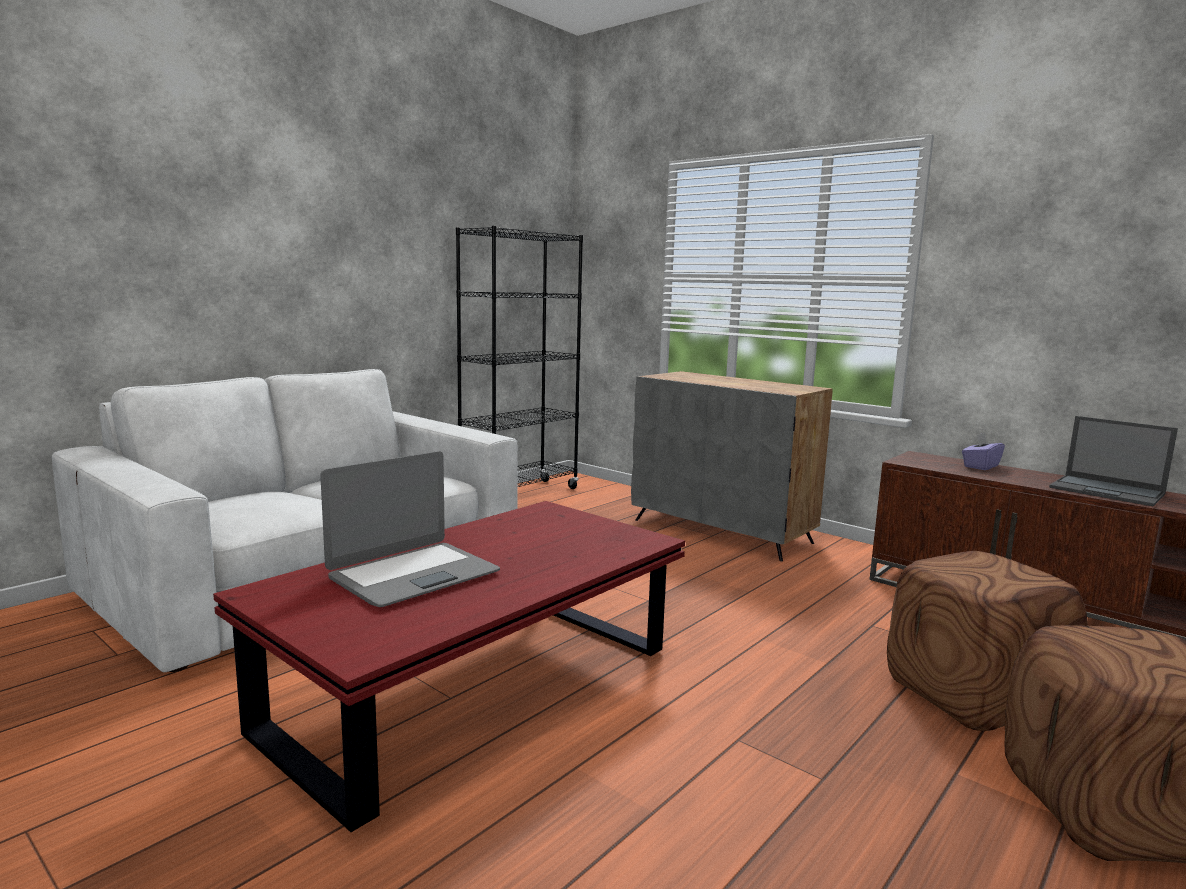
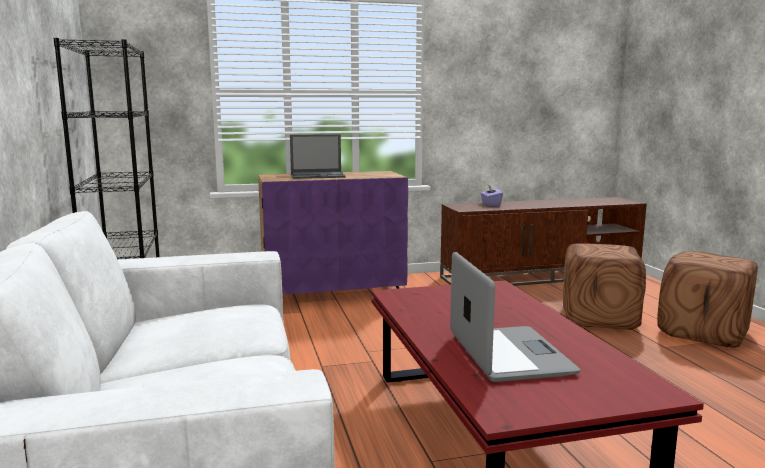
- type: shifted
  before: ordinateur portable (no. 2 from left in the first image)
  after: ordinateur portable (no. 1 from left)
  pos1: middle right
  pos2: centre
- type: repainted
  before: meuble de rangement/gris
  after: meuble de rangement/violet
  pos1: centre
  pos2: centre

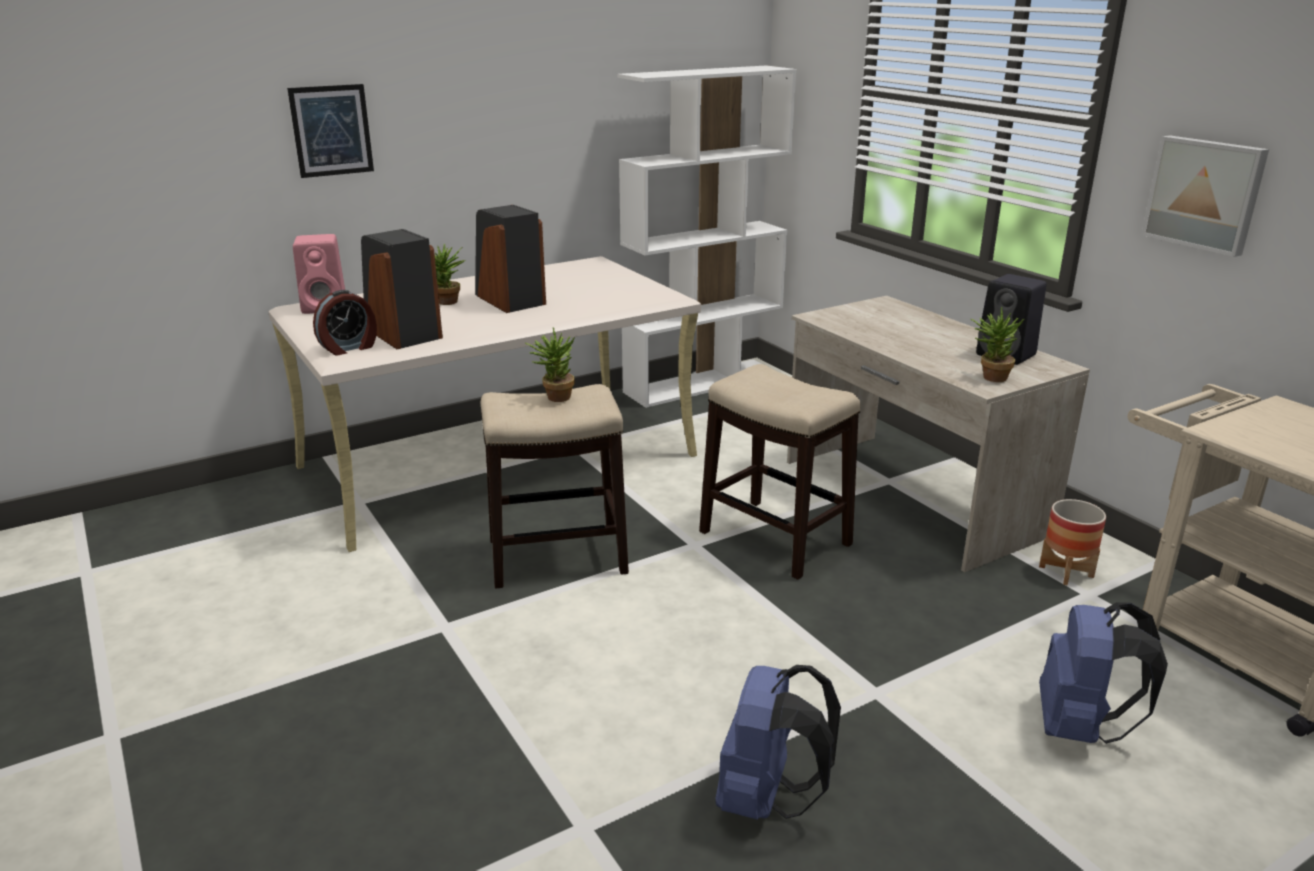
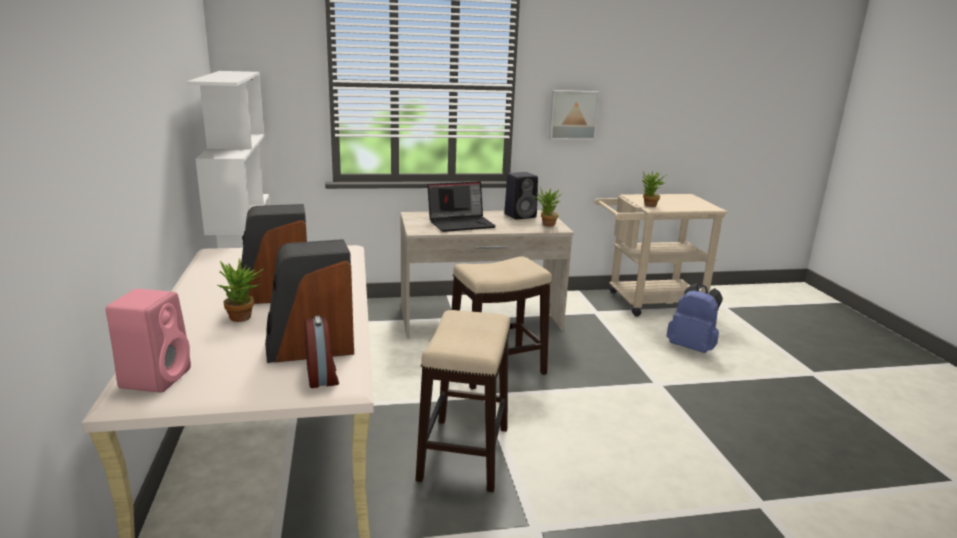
- type: gone
  before: tableau (no. 1 from left)
  pos1: top left
- type: gone
  before: sac à dos/bleu (no. 1 from left)
  pos1: bottom centre
- type: gone
  before: cache-pot
  pos1: middle right
- type: new
  after: ordinateur portable
  pos2: centre
- type: shifted
  before: plante en pot (no. 2 from left in the first image)
  after: plante en pot (no. 3 from left)
  pos1: centre
  pos2: middle right

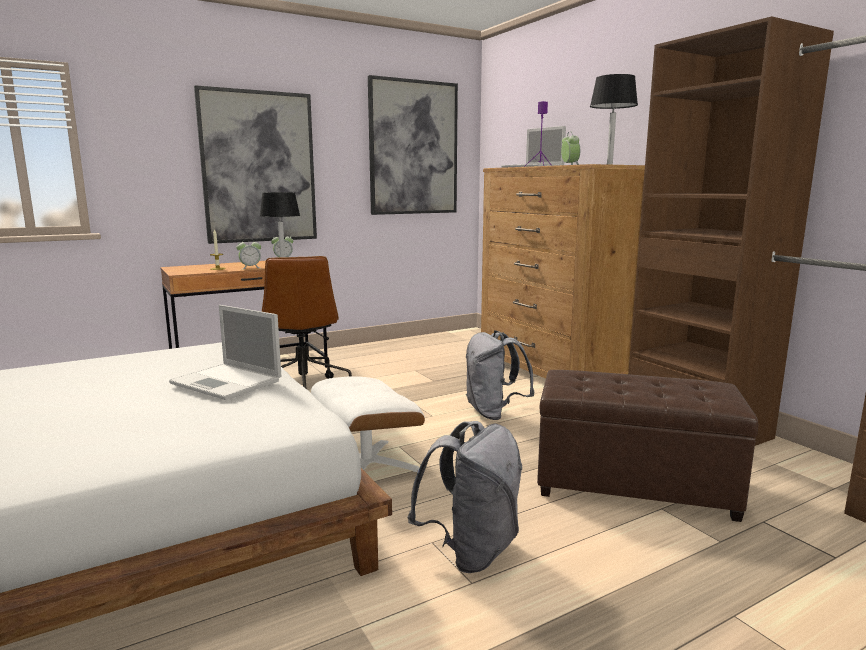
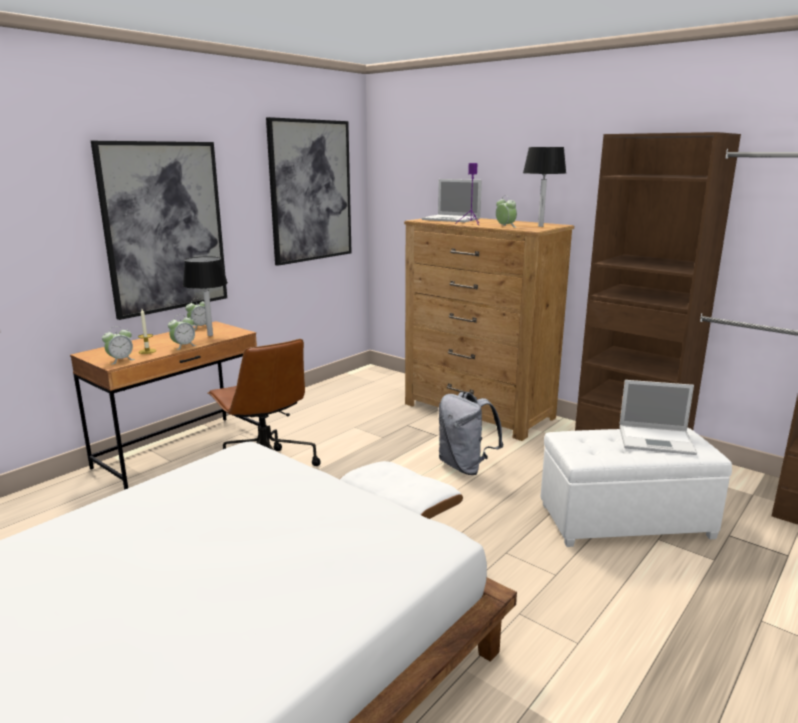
- type: gone
  before: sac à dos/gris (no. 1 from left)
  pos1: bottom centre
- type: new
  after: réveil (no. 1 from left)
  pos2: middle left
- type: shifted
  before: ordinateur portable (no. 1 from left in the first image)
  after: ordinateur portable (no. 2 from left)
  pos1: middle left
  pos2: middle right
- type: repainted
  before: pouf/marron
  after: pouf/blanc (no. 2 from left)
  pos1: bottom right
  pos2: bottom right

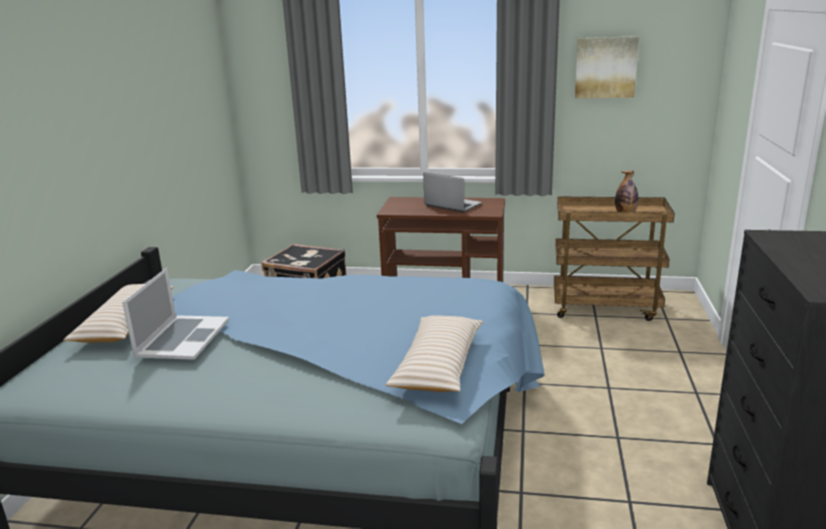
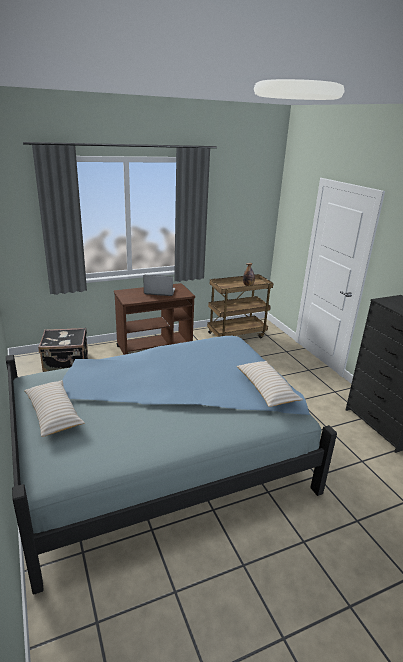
- type: gone
  before: ordinateur portable (no. 1 from left)
  pos1: middle left
- type: gone
  before: tableau
  pos1: top right

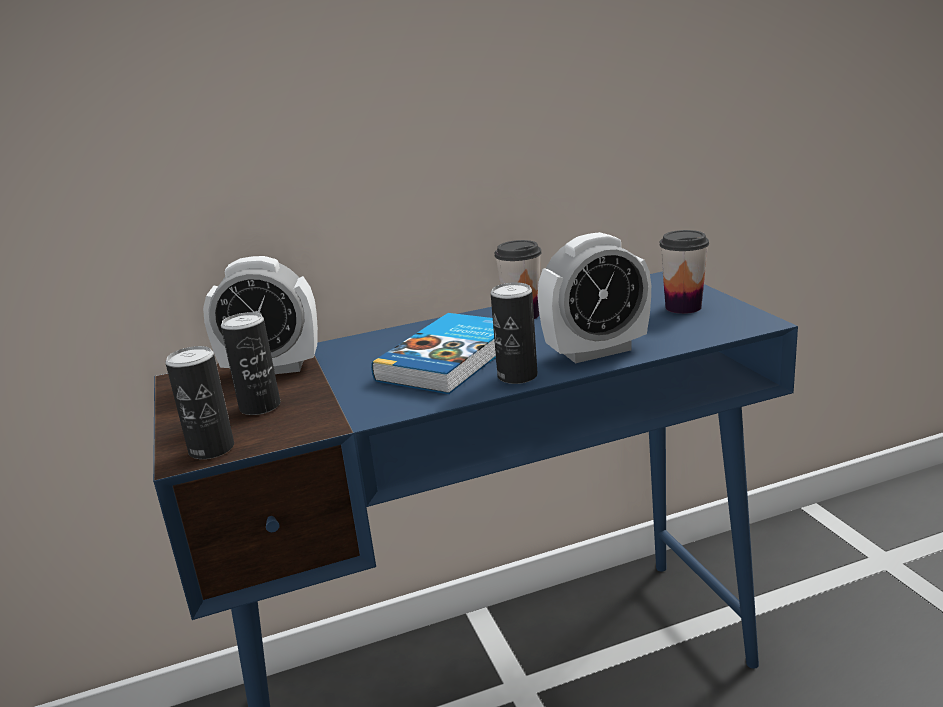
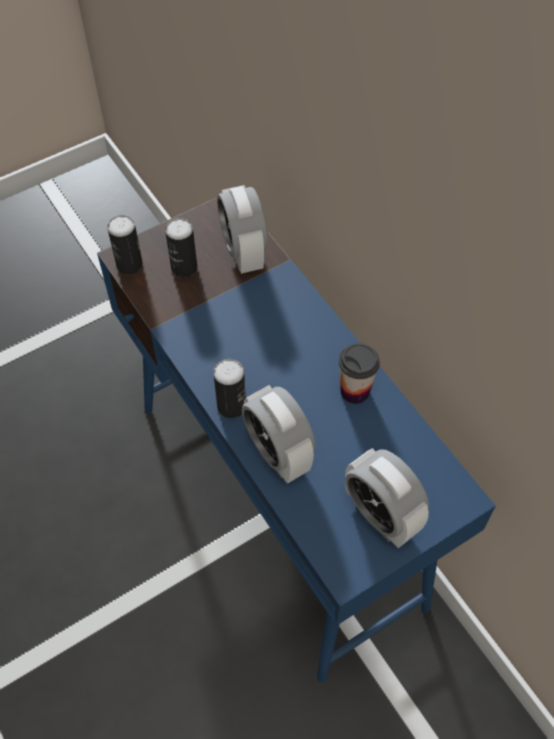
- type: gone
  before: livre
  pos1: centre
- type: swapped
  before: tasse (no. 2 from left)
  after: réveil (no. 3 from left)
  pos1: middle right
  pos2: bottom right

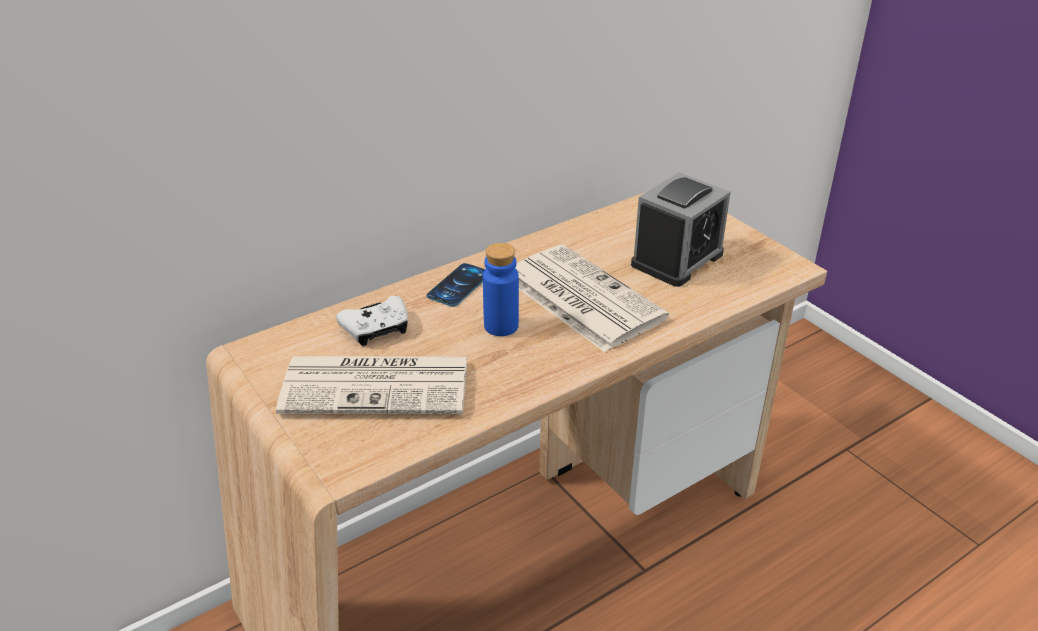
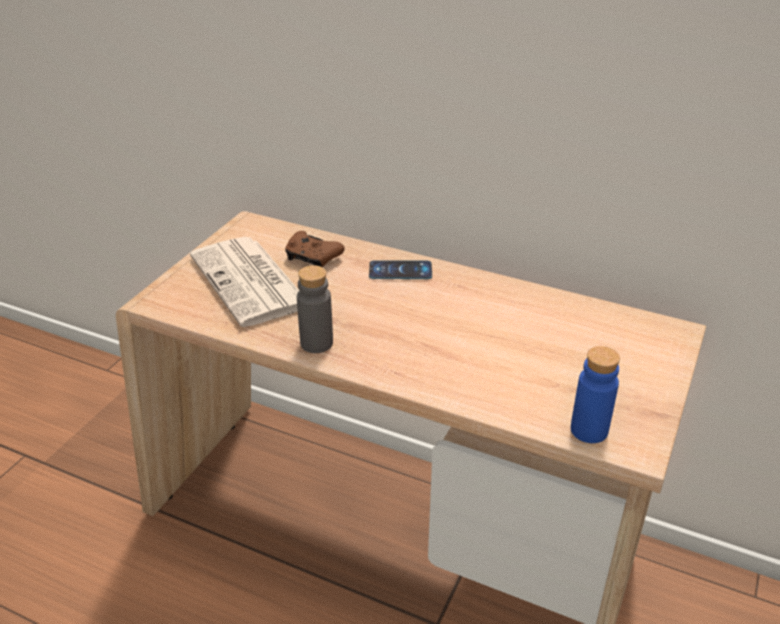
- type: gone
  before: journal (no. 2 from left)
  pos1: centre
- type: gone
  before: réveil
  pos1: centre
- type: new
  after: bouteille/gris
  pos2: centre
- type: shifted
  before: bouteille/bleu
  pos1: centre
  pos2: middle right
- type: repainted
  before: manette/blanc
  after: manette/marron
  pos1: centre
  pos2: centre

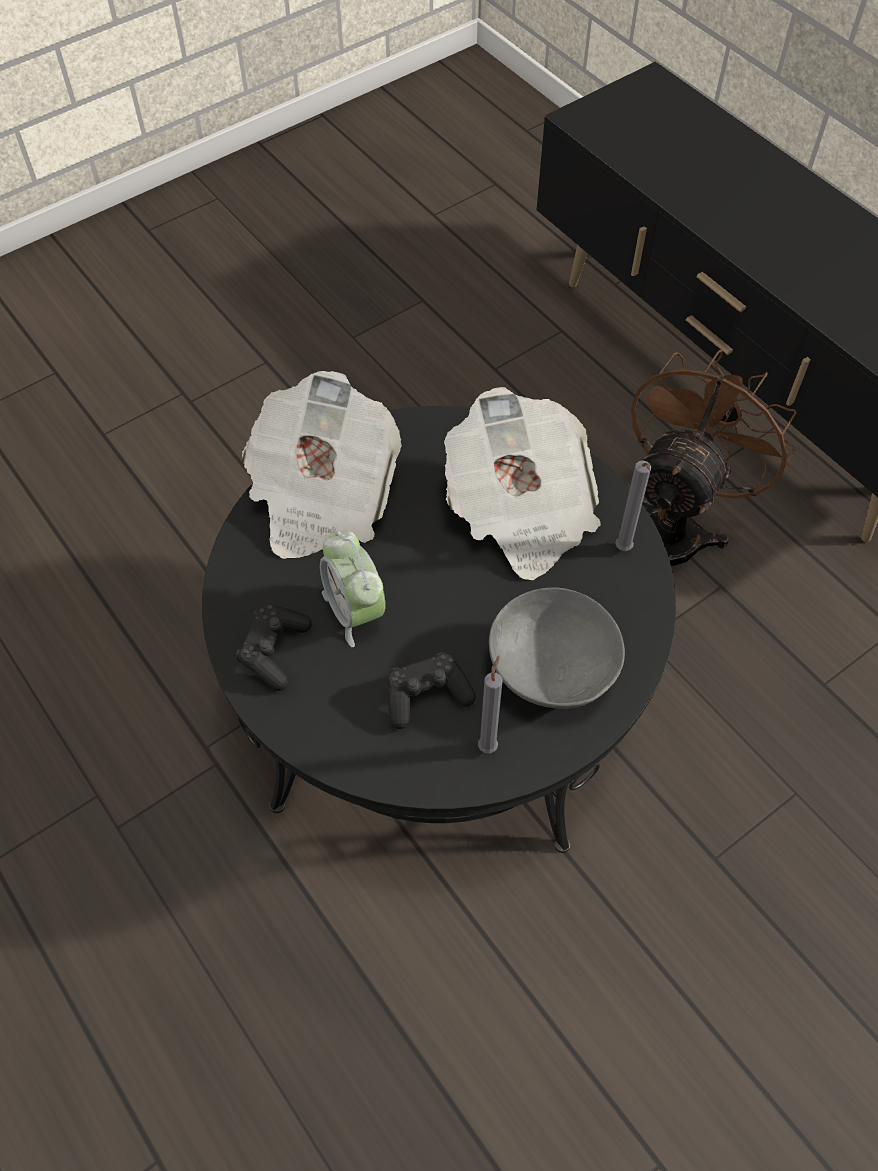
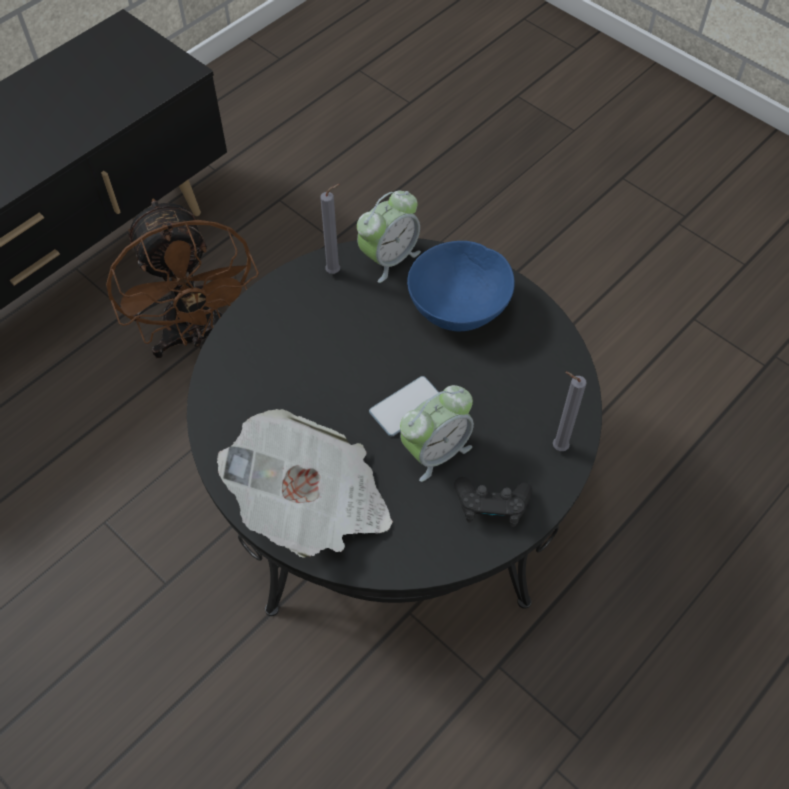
- type: gone
  before: manette/noir (no. 2 from left)
  pos1: centre
- type: gone
  before: journal (no. 2 from left)
  pos1: centre
- type: new
  after: réveil (no. 1 from left)
  pos2: top centre
- type: new
  after: téléphone
  pos2: centre
- type: shifted
  before: bougie/gris (no. 1 from left in the first image)
  after: bougie/gris (no. 2 from left)
  pos1: centre
  pos2: middle right
- type: repainted
  before: bol/gris
  after: bol/bleu
  pos1: centre
  pos2: centre
- type: rotated
  before: ventilateur/marron
  pos1: middle right
  pos2: middle left
  turn: -135

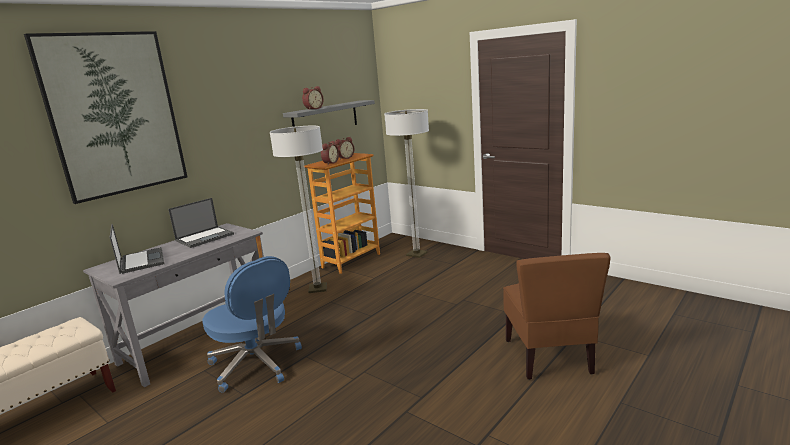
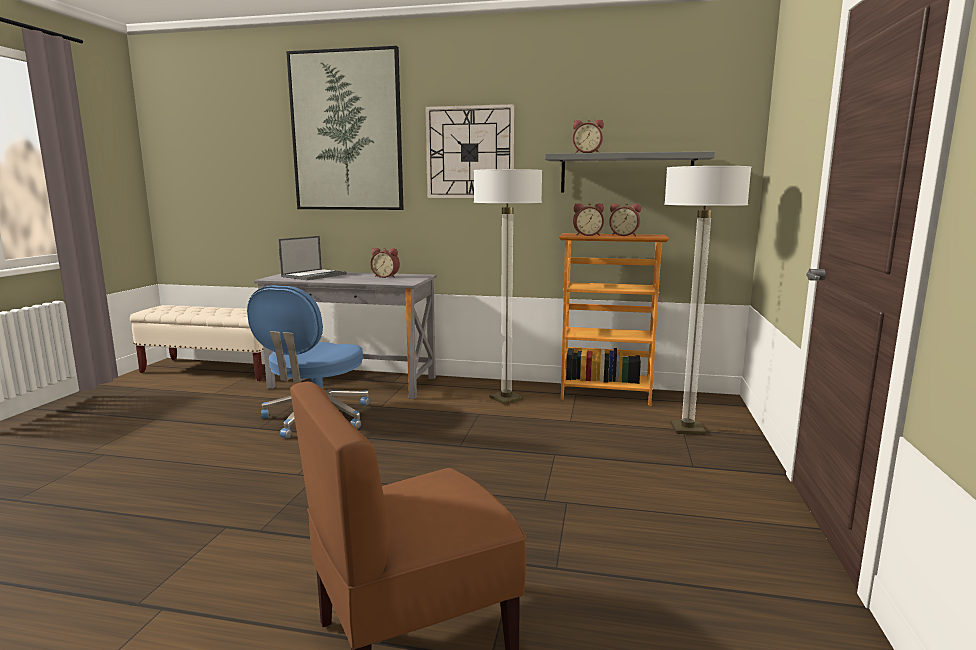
- type: new
  after: horloge murale
  pos2: top centre
- type: swapped
  before: ordinateur portable (no. 2 from left)
  after: réveil (no. 1 from left)
  pos1: middle left
  pos2: centre

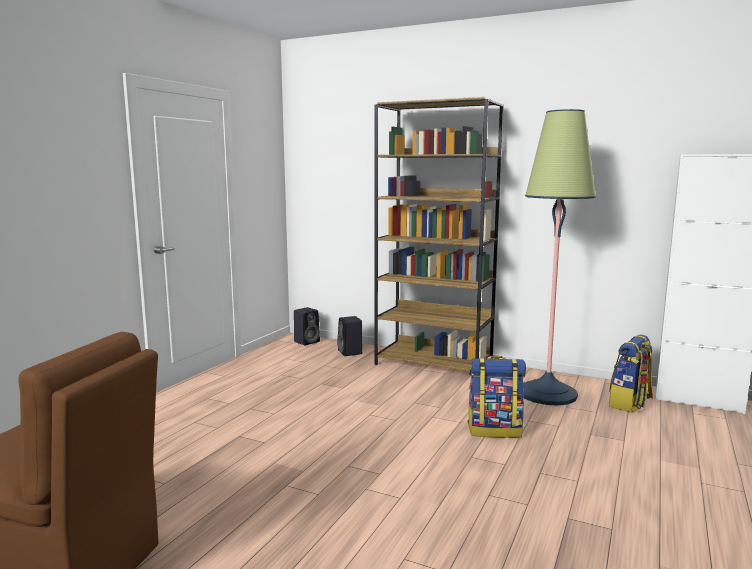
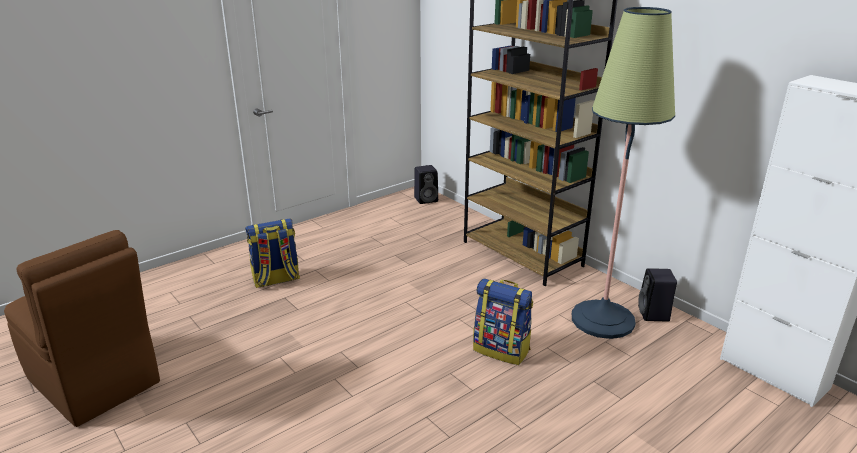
- type: shifted
  before: enceinte/noir (no. 2 from left)
  pos1: centre
  pos2: middle right
- type: shifted
  before: sac à dos (no. 2 from left in the first image)
  after: sac à dos (no. 1 from left)
  pos1: middle right
  pos2: middle left

